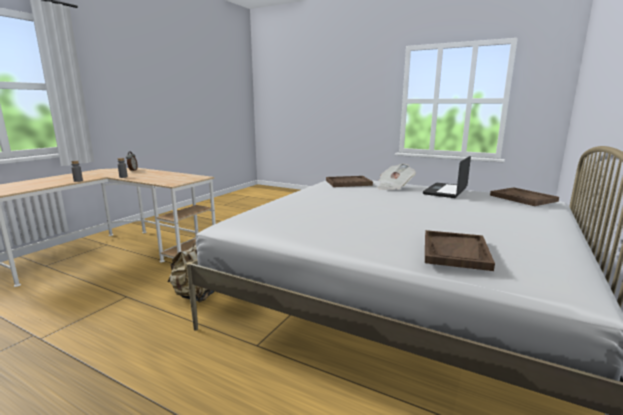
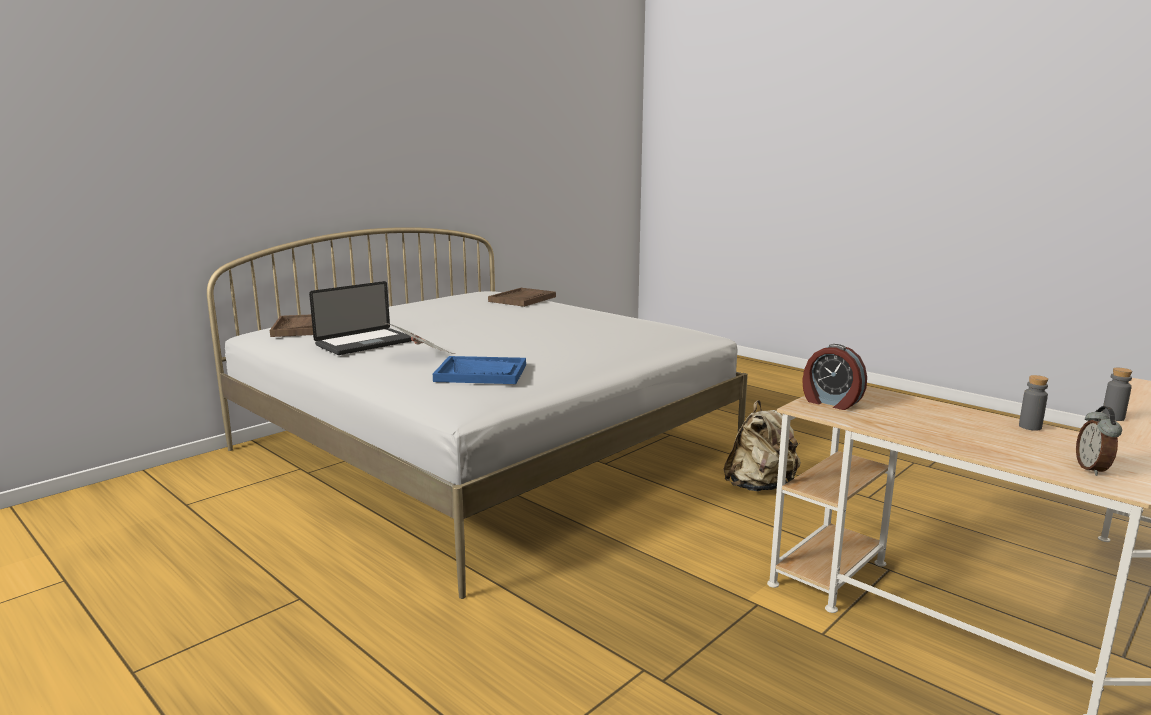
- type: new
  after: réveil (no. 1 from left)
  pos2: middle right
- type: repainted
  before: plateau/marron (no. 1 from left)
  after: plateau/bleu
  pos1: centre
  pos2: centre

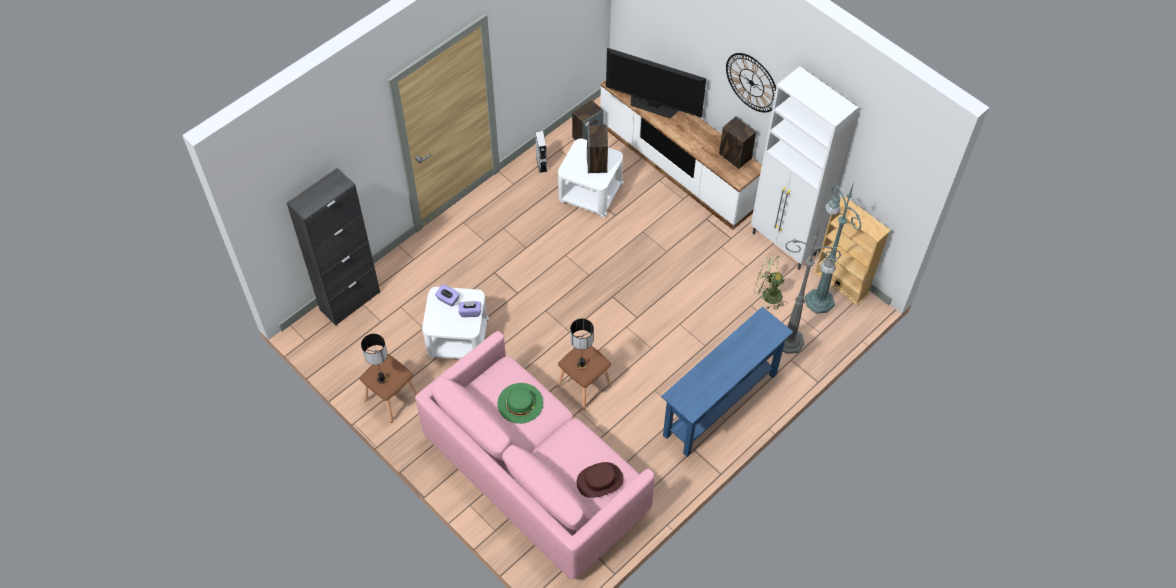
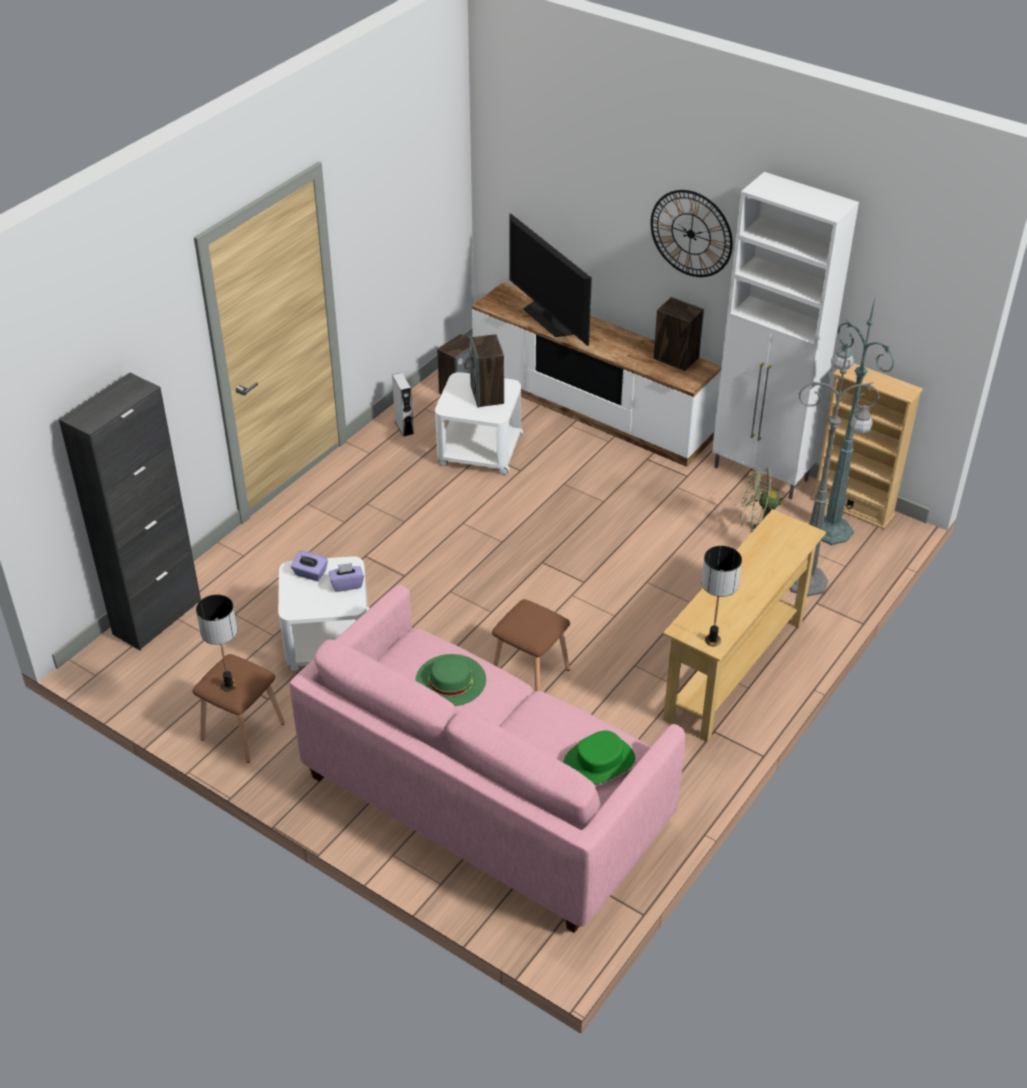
- type: shifted
  before: lampe de table (no. 2 from left)
  pos1: centre
  pos2: middle right
- type: repainted
  before: chapeau/marron
  after: chapeau/vert (no. 2 from left)
  pos1: bottom centre
  pos2: bottom centre
- type: repainted
  before: table console/bleu
  after: table console/beige
  pos1: centre
  pos2: middle right
- type: rotated
  before: téléviseur
  pos1: top centre
  pos2: top centre
  turn: 45

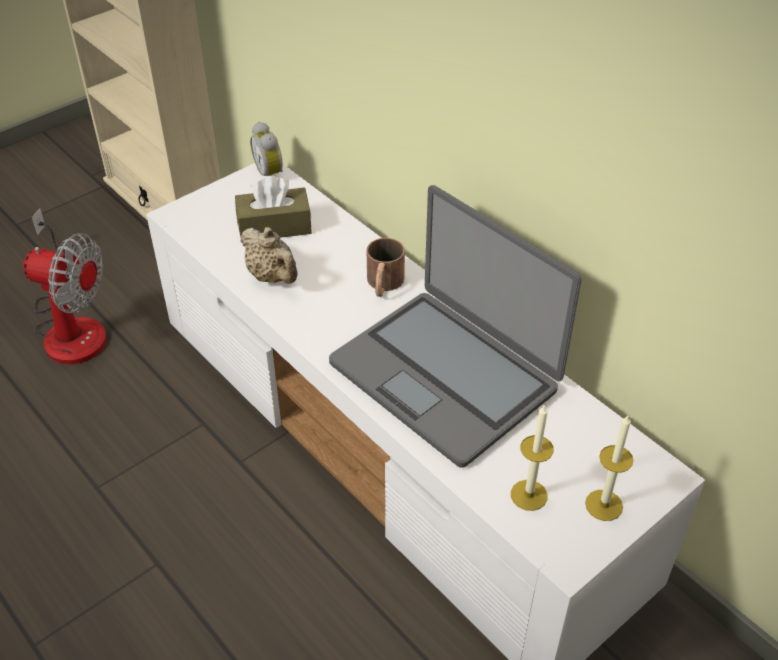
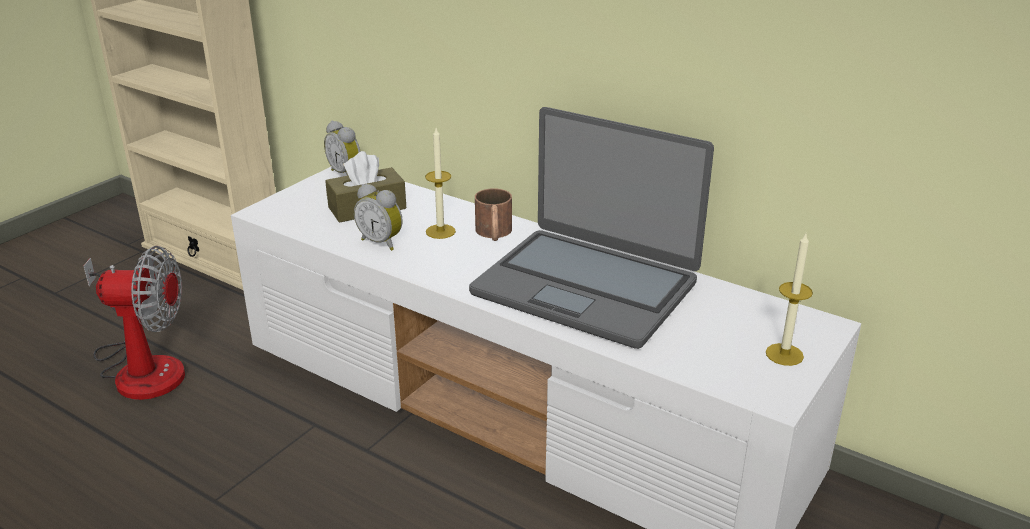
- type: shifted
  before: bougie (no. 1 from left)
  pos1: bottom right
  pos2: centre
- type: swapped
  before: théière/beige
  after: réveil (no. 2 from left)
  pos1: centre
  pos2: centre

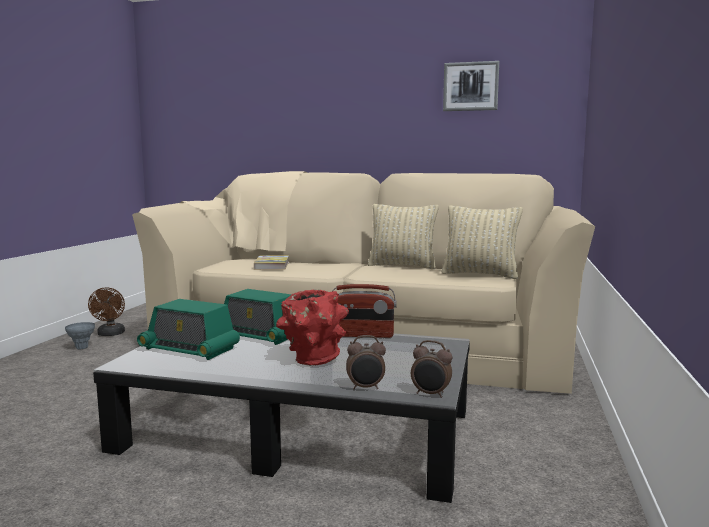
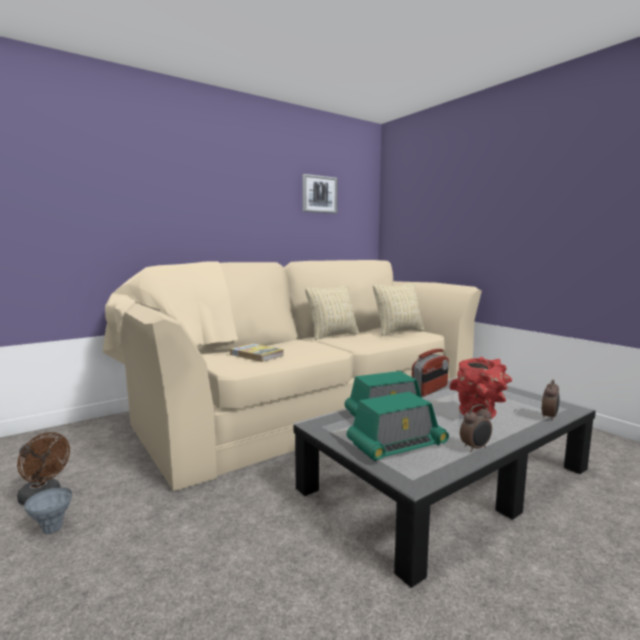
- type: shifted
  before: réveil (no. 2 from left in the first image)
  after: réveil (no. 1 from left)
  pos1: bottom centre
  pos2: bottom right

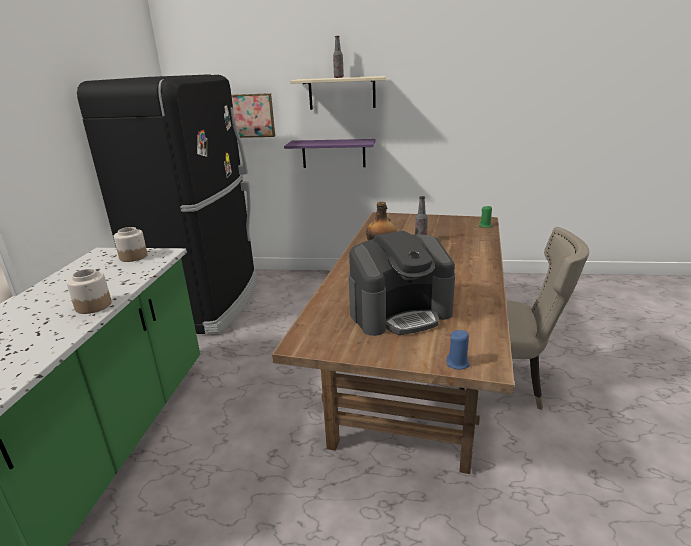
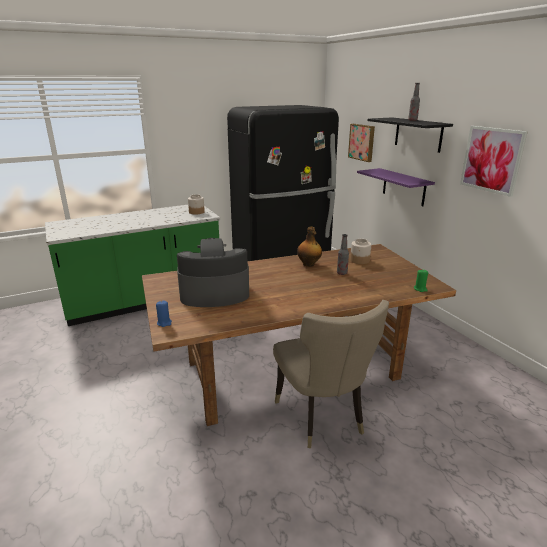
- type: new
  after: tableau (no. 2 from left)
  pos2: top right
- type: shifted
  before: bocal (no. 1 from left in the first image)
  after: bocal (no. 2 from left)
  pos1: middle left
  pos2: centre
- type: repainted
  before: étagère/beige
  after: étagère/noir
  pos1: top centre
  pos2: top right
- type: rotated
  before: machine à café
  pos1: centre
  pos2: centre
  turn: 135

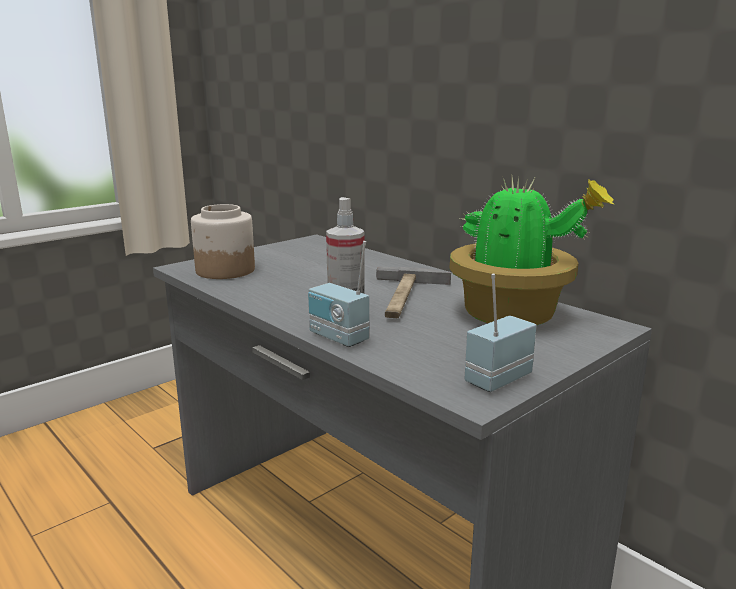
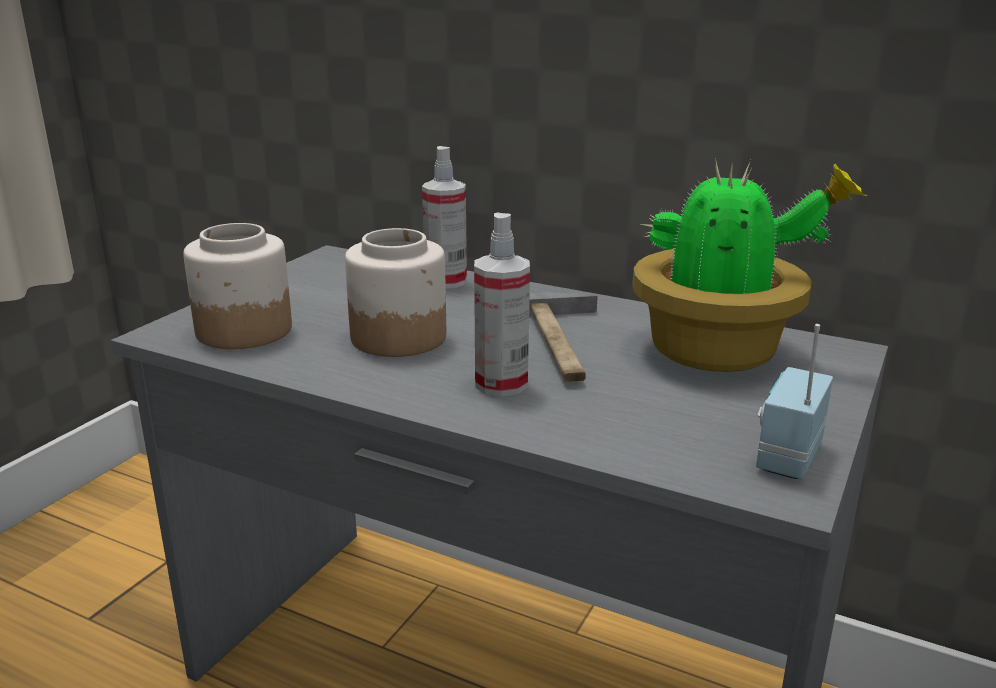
- type: gone
  before: radio (no. 1 from left)
  pos1: centre
- type: new
  after: bocal (no. 2 from left)
  pos2: centre
- type: new
  after: vaporisateur (no. 1 from left)
  pos2: top centre

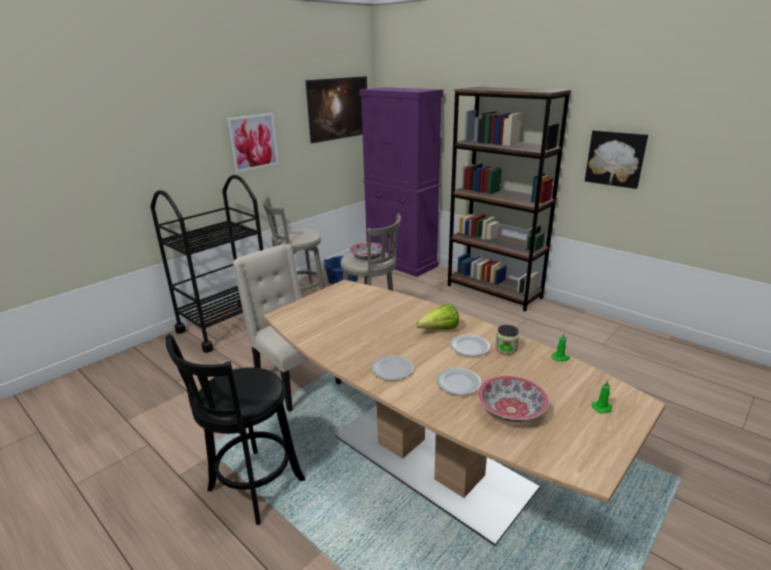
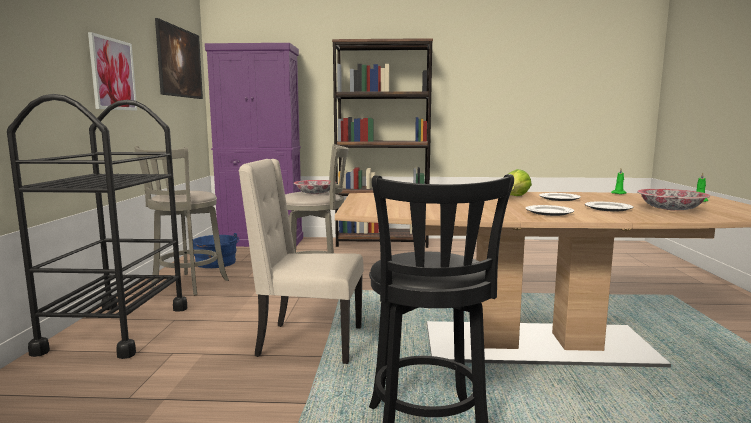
- type: gone
  before: bocal
  pos1: centre
- type: gone
  before: tableau (no. 3 from left)
  pos1: top right

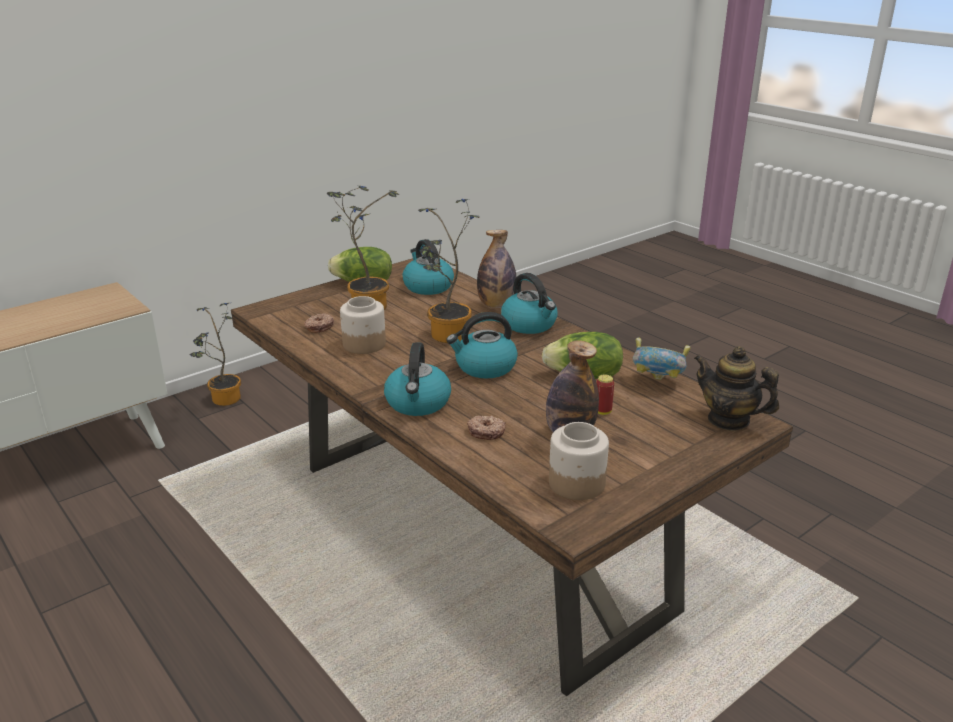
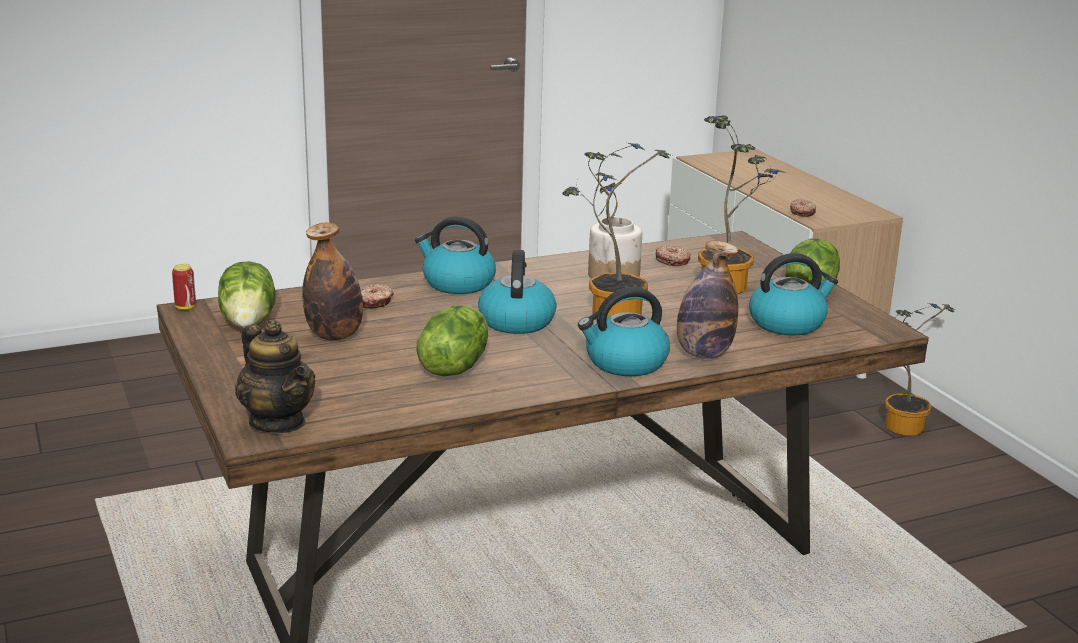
- type: gone
  before: bol
  pos1: middle right
- type: new
  after: beignet (no. 3 from left)
  pos2: top right
- type: shifted
  before: boîte métallique
  pos1: centre
  pos2: middle left
- type: swapped
  before: bocal (no. 2 from left)
  after: laitue (no. 1 from left)
  pos1: centre
  pos2: middle left
- type: rotated
  before: théière
  pos1: middle right
  pos2: middle left
  turn: 90

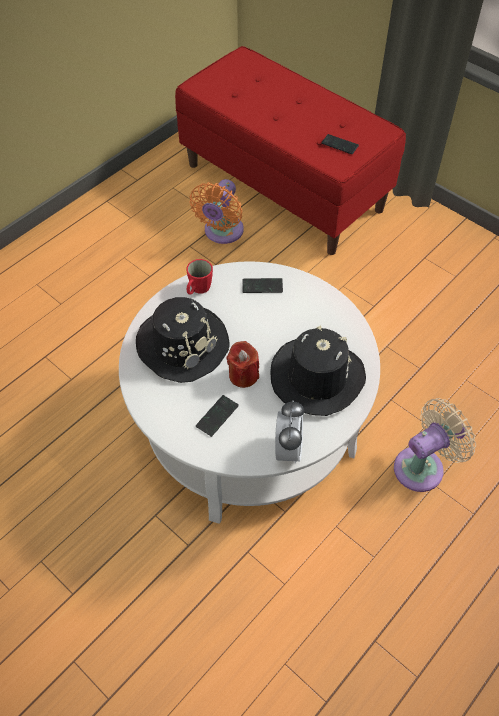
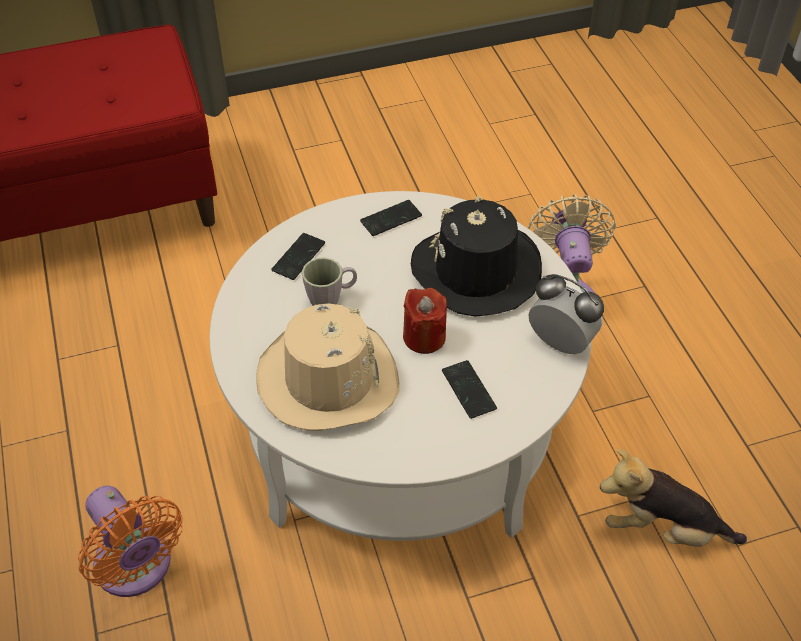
- type: gone
  before: mug/rouge
  pos1: centre
- type: new
  after: mug/gris
  pos2: centre
- type: new
  after: peluche
  pos2: bottom right
- type: shifted
  before: ventilateur/orange
  pos1: top centre
  pos2: bottom left
- type: shifted
  before: téléphone (no. 3 from left in the first image)
  after: téléphone (no. 2 from left)
  pos1: top right
  pos2: centre
- type: repainted
  before: chapeau/noir (no. 1 from left)
  after: chapeau/beige
  pos1: centre
  pos2: centre

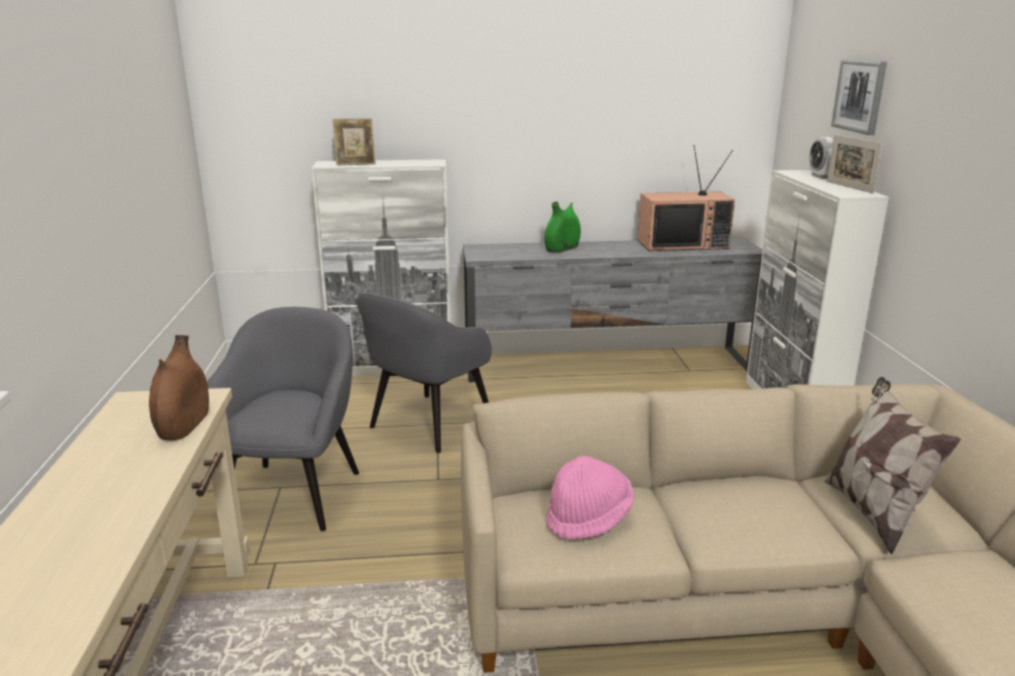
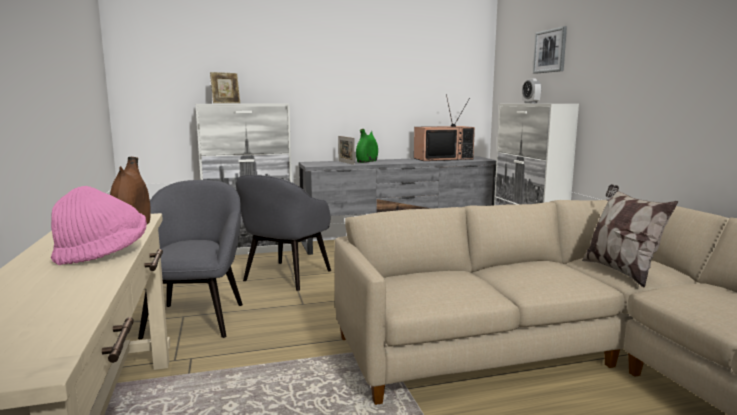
- type: shifted
  before: chapeau/rose
  pos1: bottom centre
  pos2: middle left
- type: shifted
  before: cadre photo (no. 2 from left)
  pos1: top right
  pos2: centre

